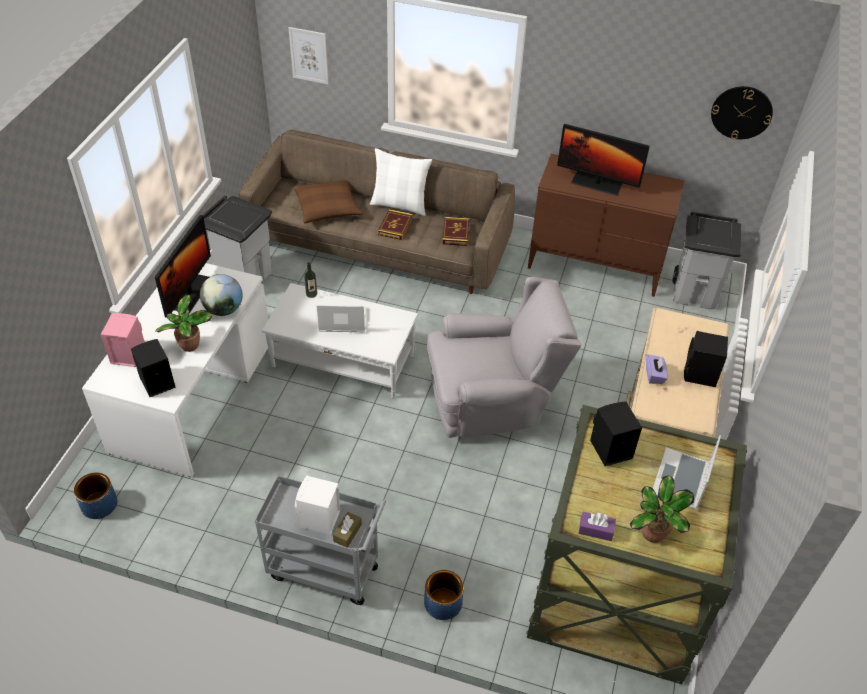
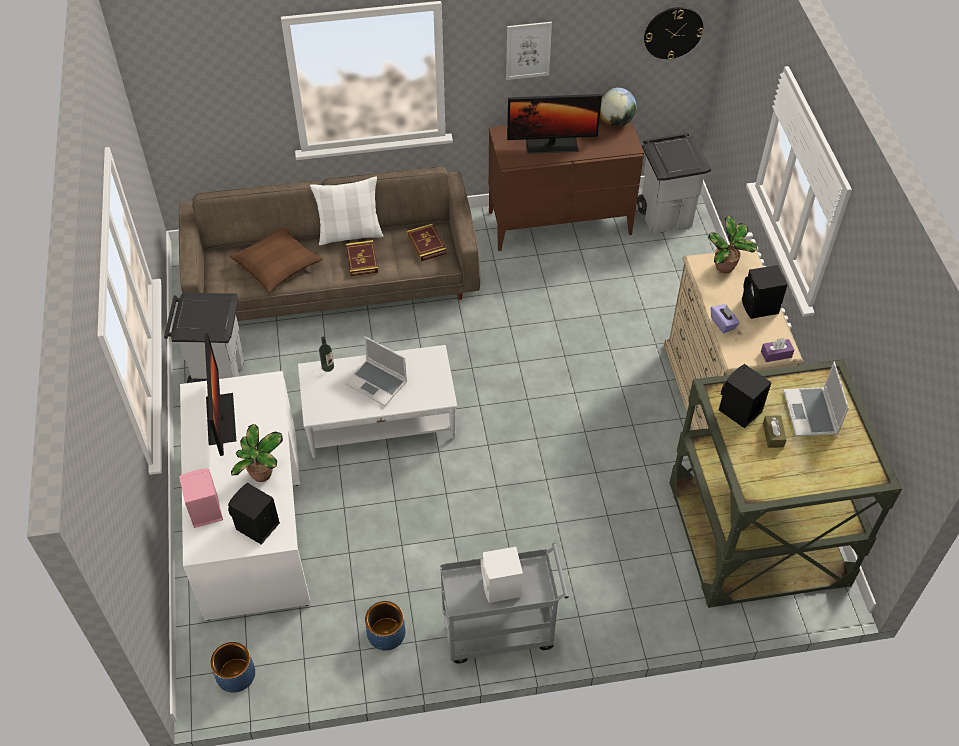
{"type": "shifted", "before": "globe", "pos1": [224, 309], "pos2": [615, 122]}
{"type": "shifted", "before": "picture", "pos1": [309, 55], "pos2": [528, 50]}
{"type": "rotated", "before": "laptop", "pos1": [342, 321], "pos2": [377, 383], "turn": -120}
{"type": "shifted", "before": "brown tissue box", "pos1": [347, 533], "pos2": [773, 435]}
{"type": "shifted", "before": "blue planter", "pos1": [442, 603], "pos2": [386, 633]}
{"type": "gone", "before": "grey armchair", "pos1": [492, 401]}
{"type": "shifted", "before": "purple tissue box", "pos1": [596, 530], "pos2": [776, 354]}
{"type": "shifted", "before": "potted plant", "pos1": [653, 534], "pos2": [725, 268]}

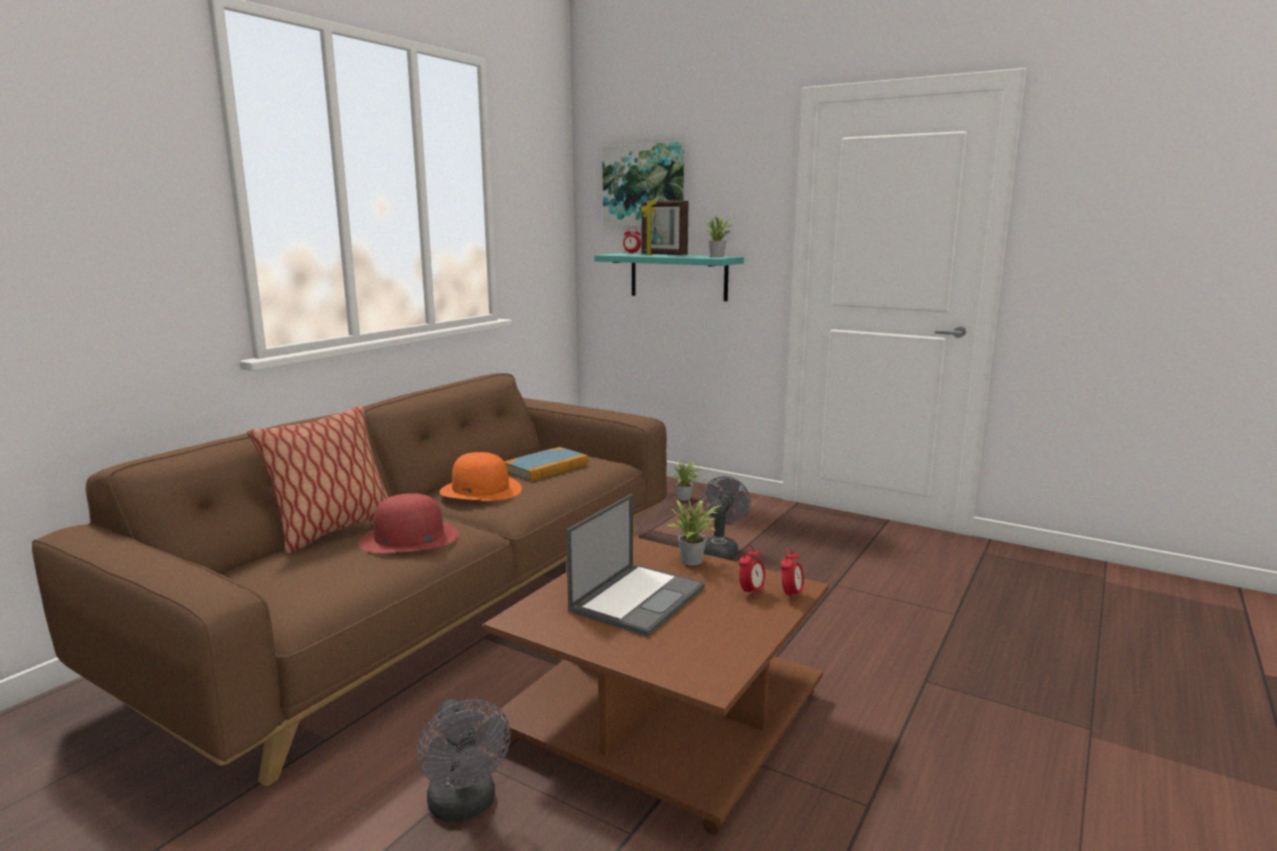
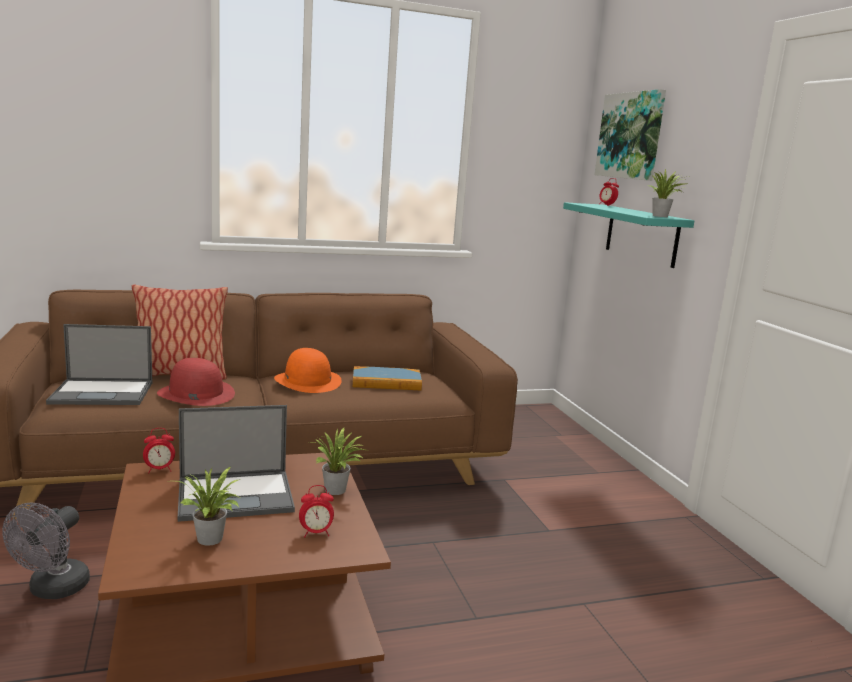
{"type": "gone", "before": "picture frame", "pos1": [663, 255]}
{"type": "shifted", "before": "potted plant", "pos1": [686, 498], "pos2": [210, 540]}
{"type": "gone", "before": "grey fan", "pos1": [720, 550]}
{"type": "shifted", "before": "alarm clock", "pos1": [791, 595], "pos2": [159, 470]}
{"type": "new", "after": "laptop", "pos2": [104, 393]}

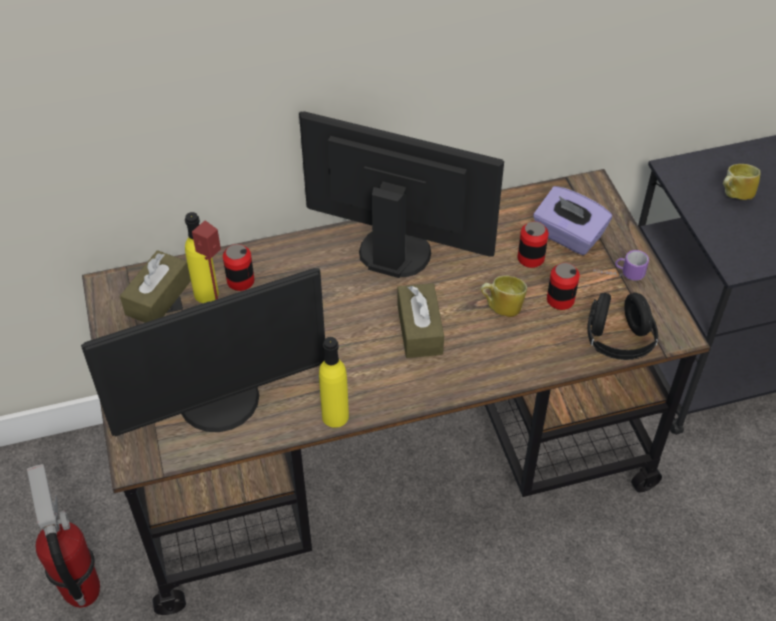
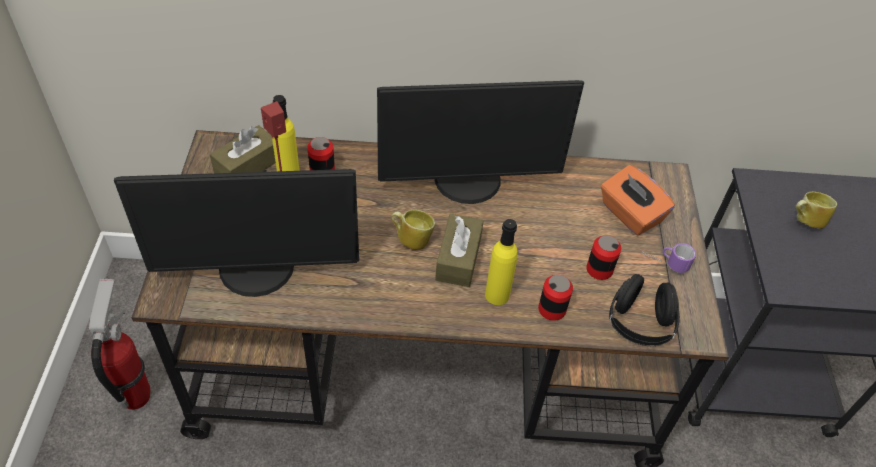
{"type": "rotated", "before": "monitor", "pos1": [396, 249], "pos2": [468, 182], "turn": 135}
{"type": "shifted", "before": "yellow bottle", "pos1": [335, 416], "pos2": [497, 295]}
{"type": "shifted", "before": "mug", "pos1": [501, 307], "pos2": [411, 239]}
{"type": "shifted", "before": "can", "pos1": [530, 258], "pos2": [552, 309]}
{"type": "repainted", "before": "purple tissue box", "after": "orange tissue box", "pos1": [568, 236], "pos2": [630, 214]}

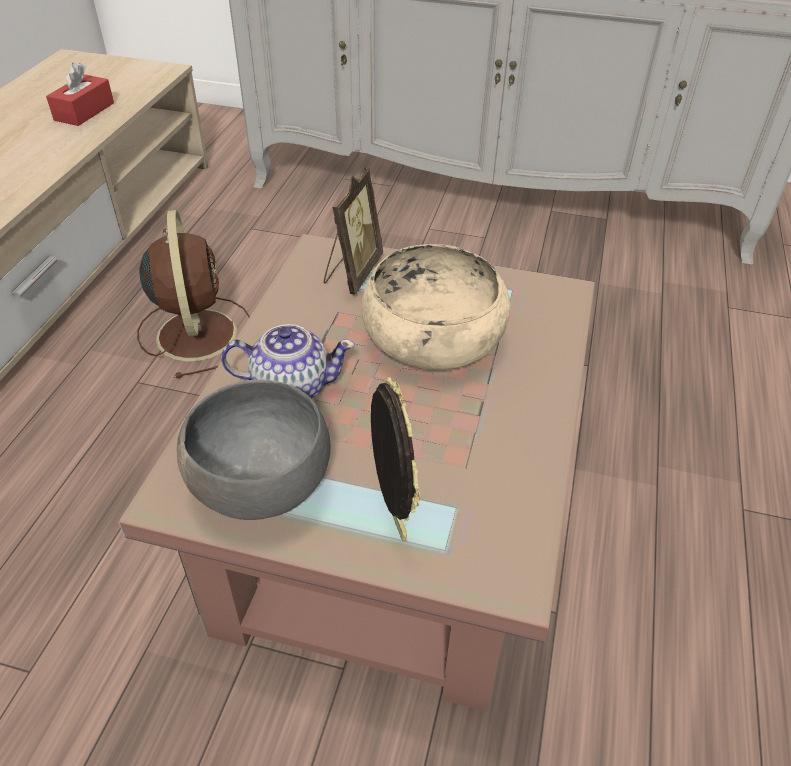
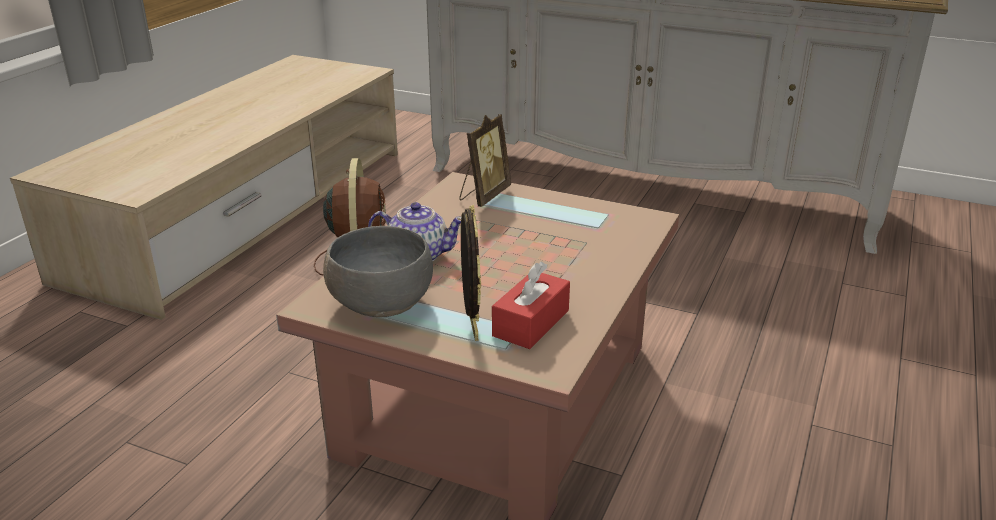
{"type": "shifted", "before": "red tissue box", "pos1": [84, 111], "pos2": [531, 323]}
{"type": "gone", "before": "beige bowl", "pos1": [433, 336]}

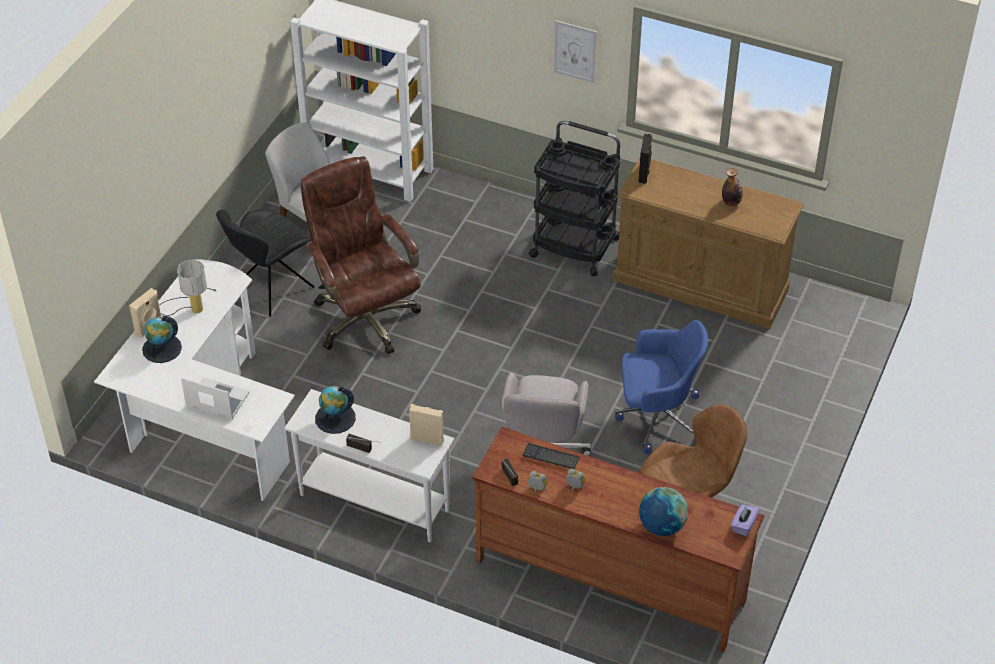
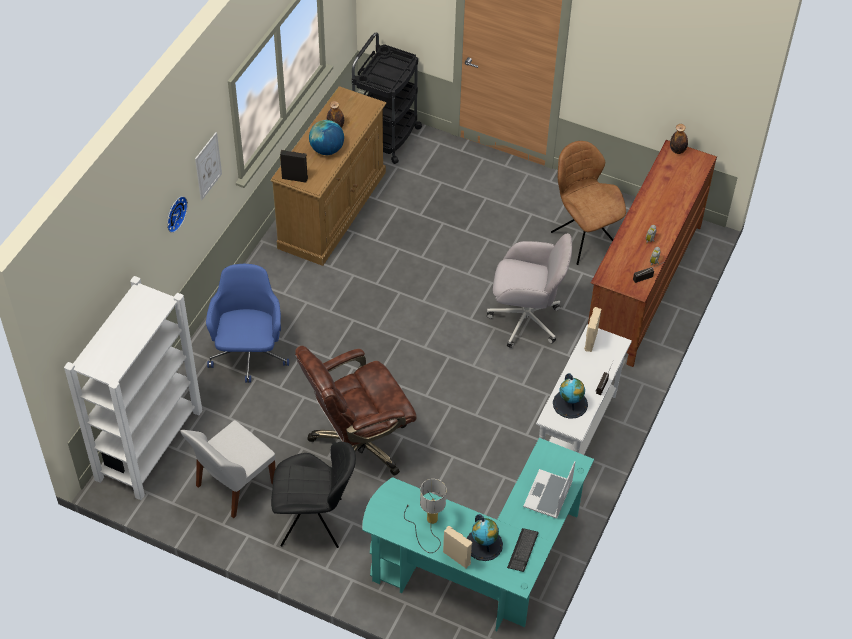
{"type": "repainted", "before": "white desk", "after": "turquoise desk", "pos1": [204, 419], "pos2": [483, 568]}
{"type": "rotated", "before": "black chair", "pos1": [270, 289], "pos2": [314, 522], "turn": -45}
{"type": "shifted", "before": "keyboard", "pos1": [551, 457], "pos2": [522, 550]}
{"type": "shifted", "before": "black cart", "pos1": [573, 247], "pos2": [386, 138]}
{"type": "shifted", "before": "blue office chair", "pos1": [657, 417], "pos2": [249, 354]}
{"type": "shifted", "before": "globe", "pos1": [661, 526], "pos2": [327, 150]}
{"type": "swapped", "before": "purple tissue box", "after": "bottle", "pos1": [743, 525], "pos2": [677, 150]}
{"type": "new", "after": "wall clock", "pos2": [174, 213]}

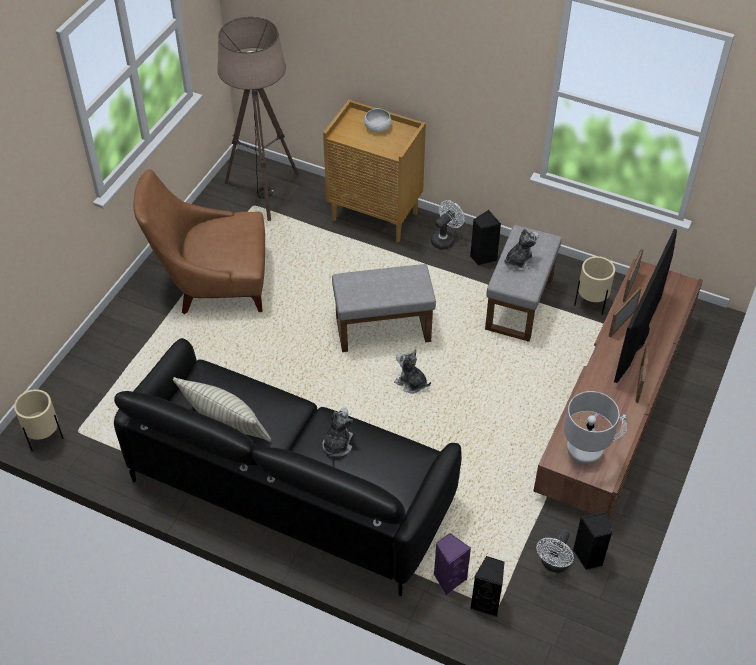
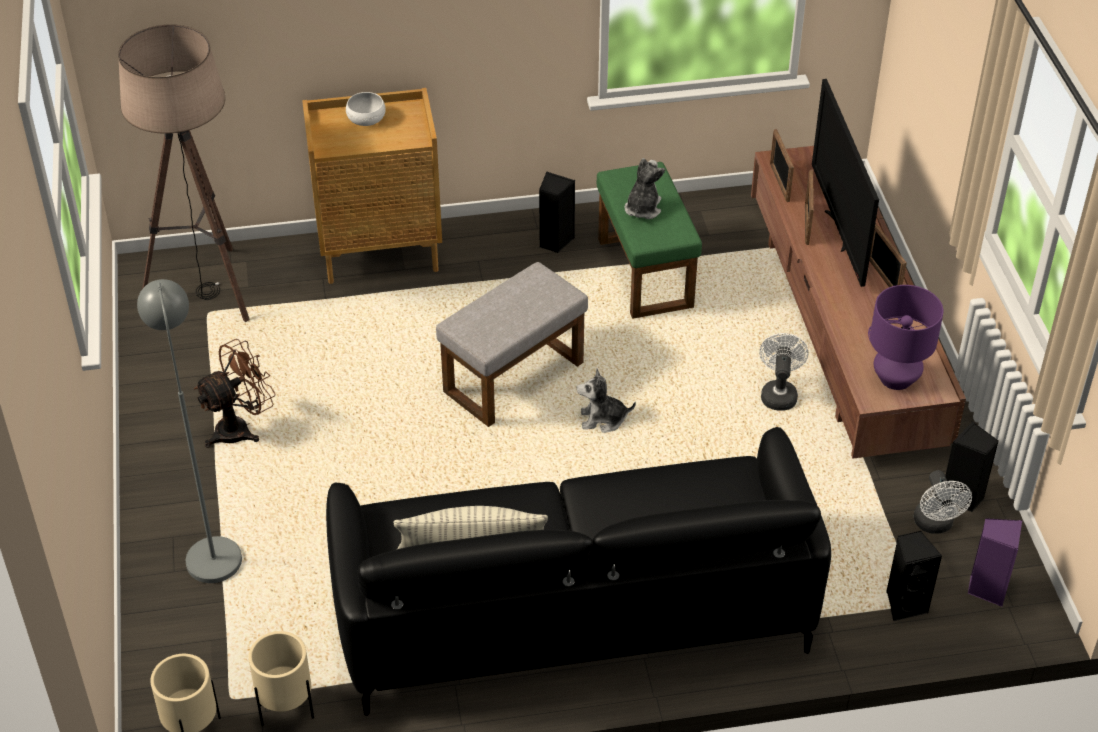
{"type": "swapped", "before": "brown armchair", "after": "brown fan", "pos1": [212, 282], "pos2": [240, 428]}
{"type": "gone", "before": "plush toy", "pos1": [337, 444]}
{"type": "shifted", "before": "white fan", "pos1": [445, 239], "pos2": [778, 393]}
{"type": "shifted", "before": "purple speaker", "pos1": [448, 579], "pos2": [987, 588]}
{"type": "repainted", "before": "grey ottoman", "after": "green ottoman", "pos1": [519, 305], "pos2": [646, 274]}
{"type": "repainted", "before": "grey table lamp", "after": "purple table lamp", "pos1": [593, 443], "pos2": [894, 362]}
{"type": "shifted", "before": "beige planter", "pos1": [590, 304], "pos2": [286, 709]}
{"type": "new", "after": "grey floor lamp", "pos2": [211, 549]}

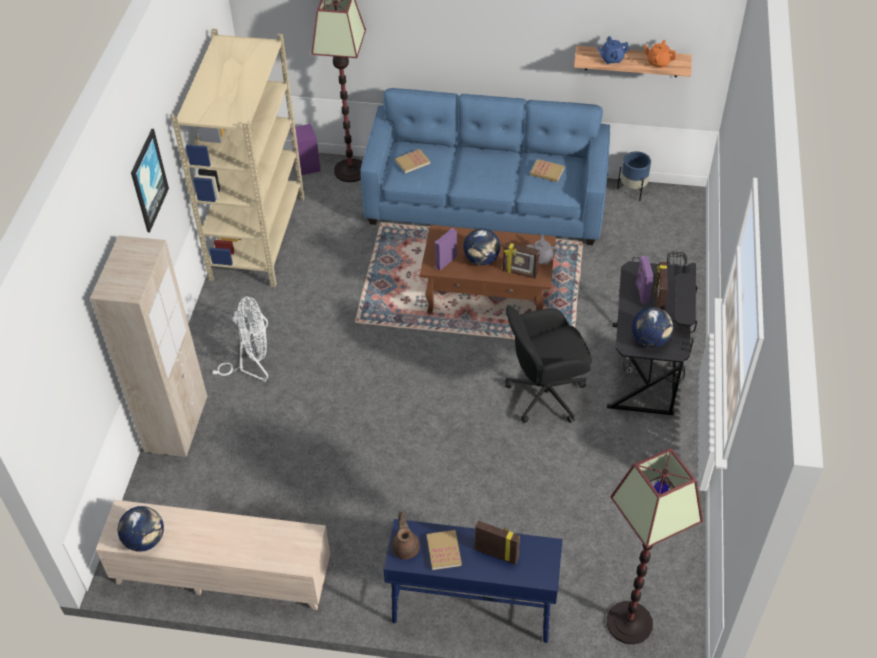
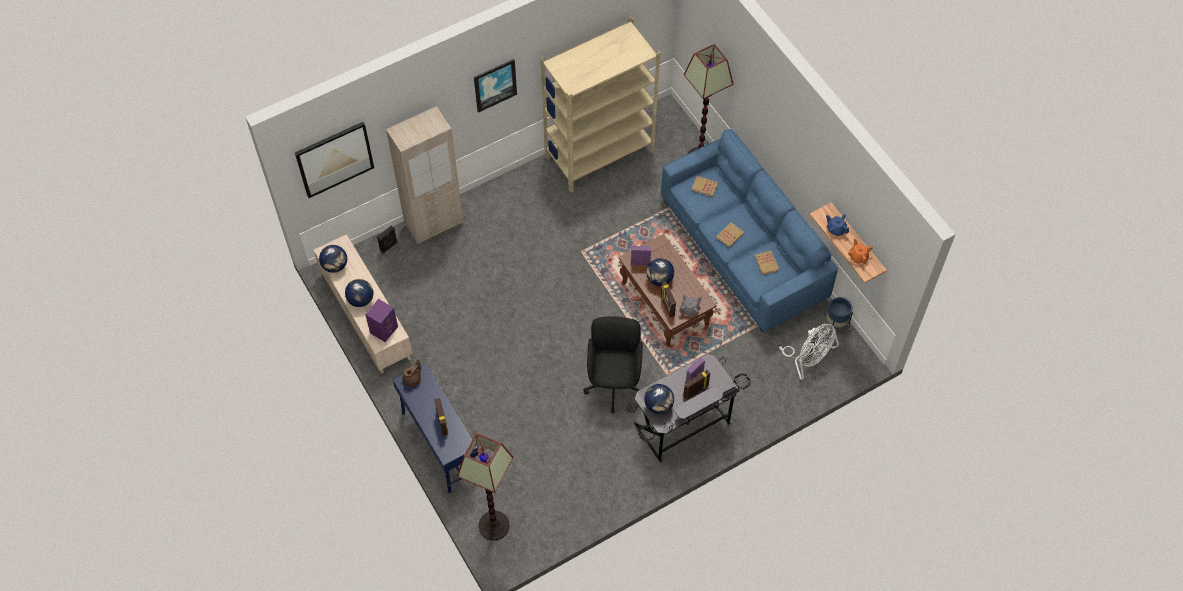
{"type": "shifted", "before": "white fan", "pos1": [250, 358], "pos2": [808, 358]}
{"type": "shifted", "before": "purple speaker", "pos1": [306, 165], "pos2": [384, 329]}
{"type": "shifted", "before": "book", "pos1": [444, 551], "pos2": [730, 235]}
{"type": "rotated", "before": "black office chair", "pos1": [544, 395], "pos2": [614, 385], "turn": 60}
{"type": "new", "after": "picture", "pos2": [334, 159]}
{"type": "new", "after": "globe", "pos2": [361, 300]}
{"type": "new", "after": "black speaker", "pos2": [389, 247]}

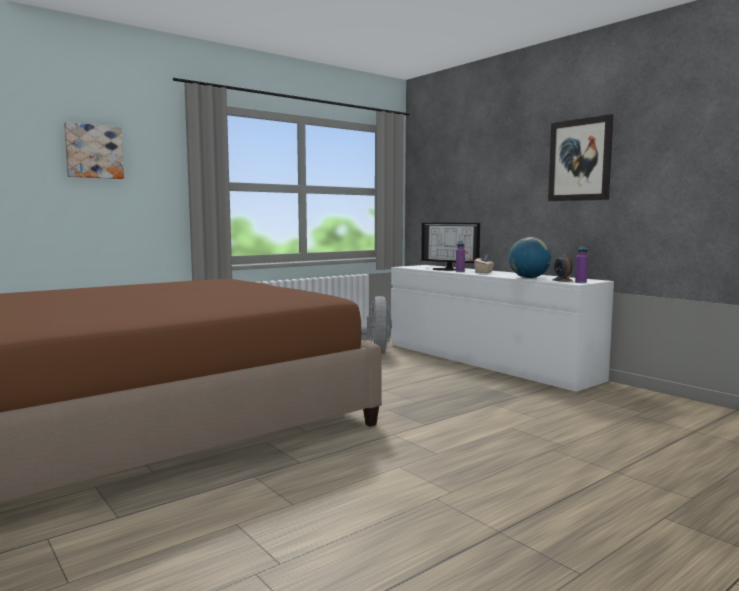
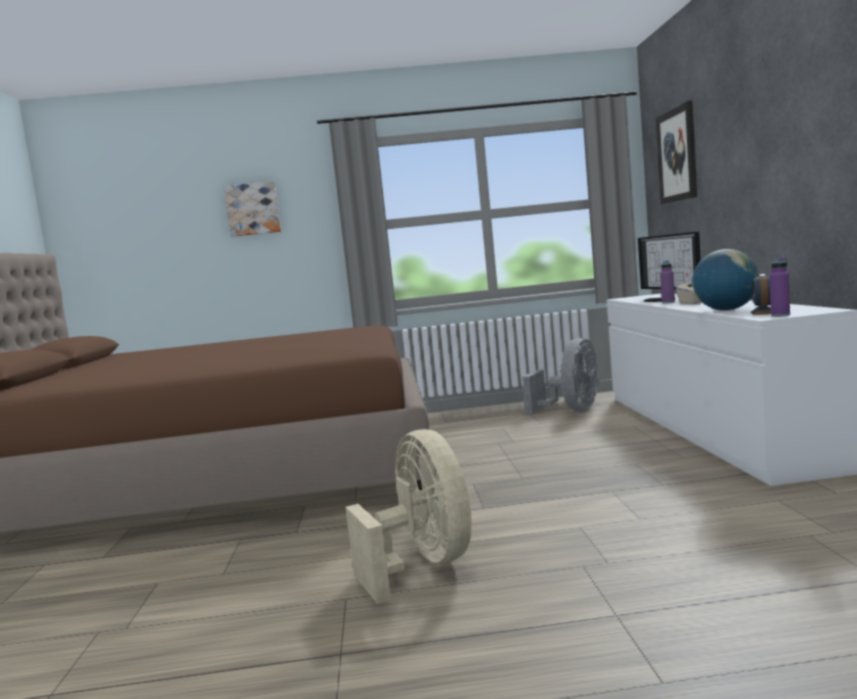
{"type": "shifted", "before": "picture", "pos1": [580, 160], "pos2": [677, 155]}
{"type": "new", "after": "beige fan", "pos2": [423, 564]}

